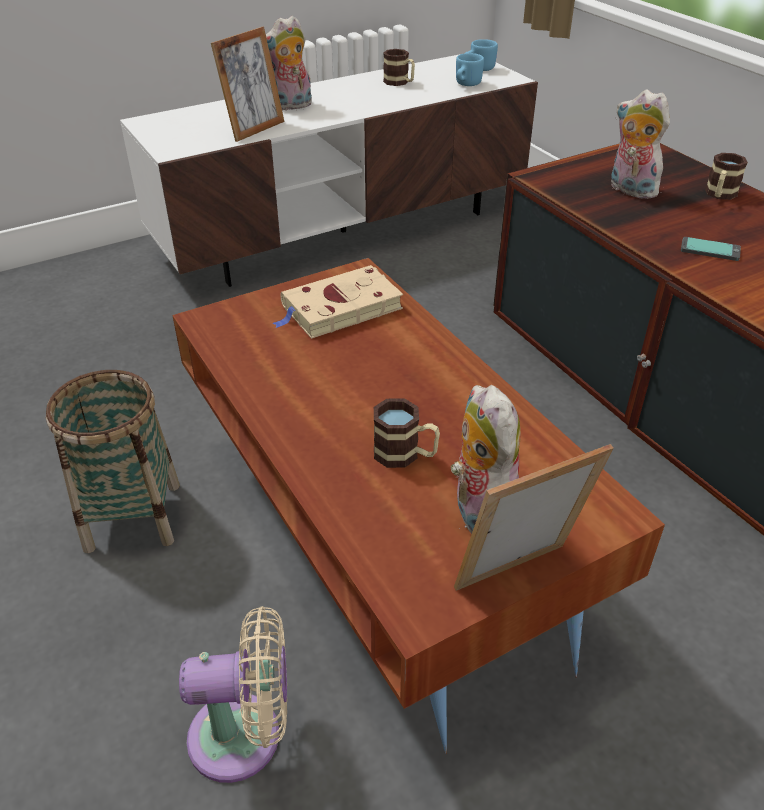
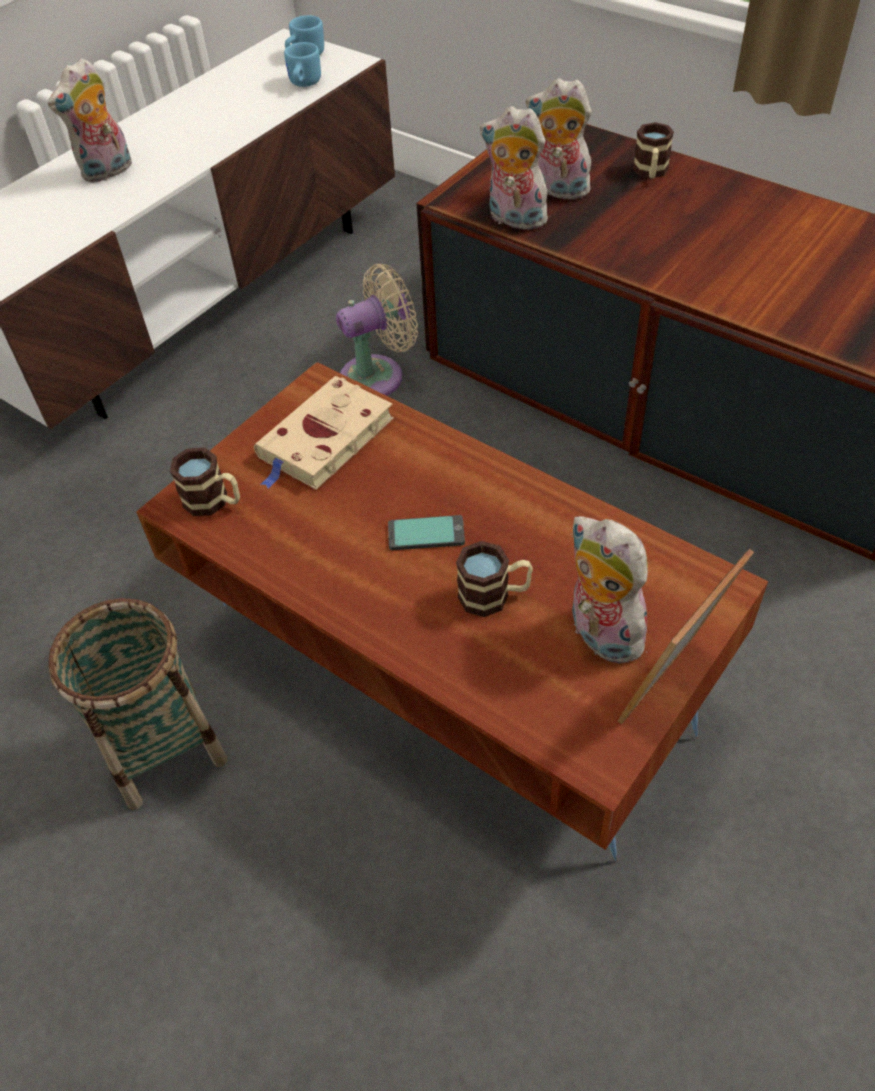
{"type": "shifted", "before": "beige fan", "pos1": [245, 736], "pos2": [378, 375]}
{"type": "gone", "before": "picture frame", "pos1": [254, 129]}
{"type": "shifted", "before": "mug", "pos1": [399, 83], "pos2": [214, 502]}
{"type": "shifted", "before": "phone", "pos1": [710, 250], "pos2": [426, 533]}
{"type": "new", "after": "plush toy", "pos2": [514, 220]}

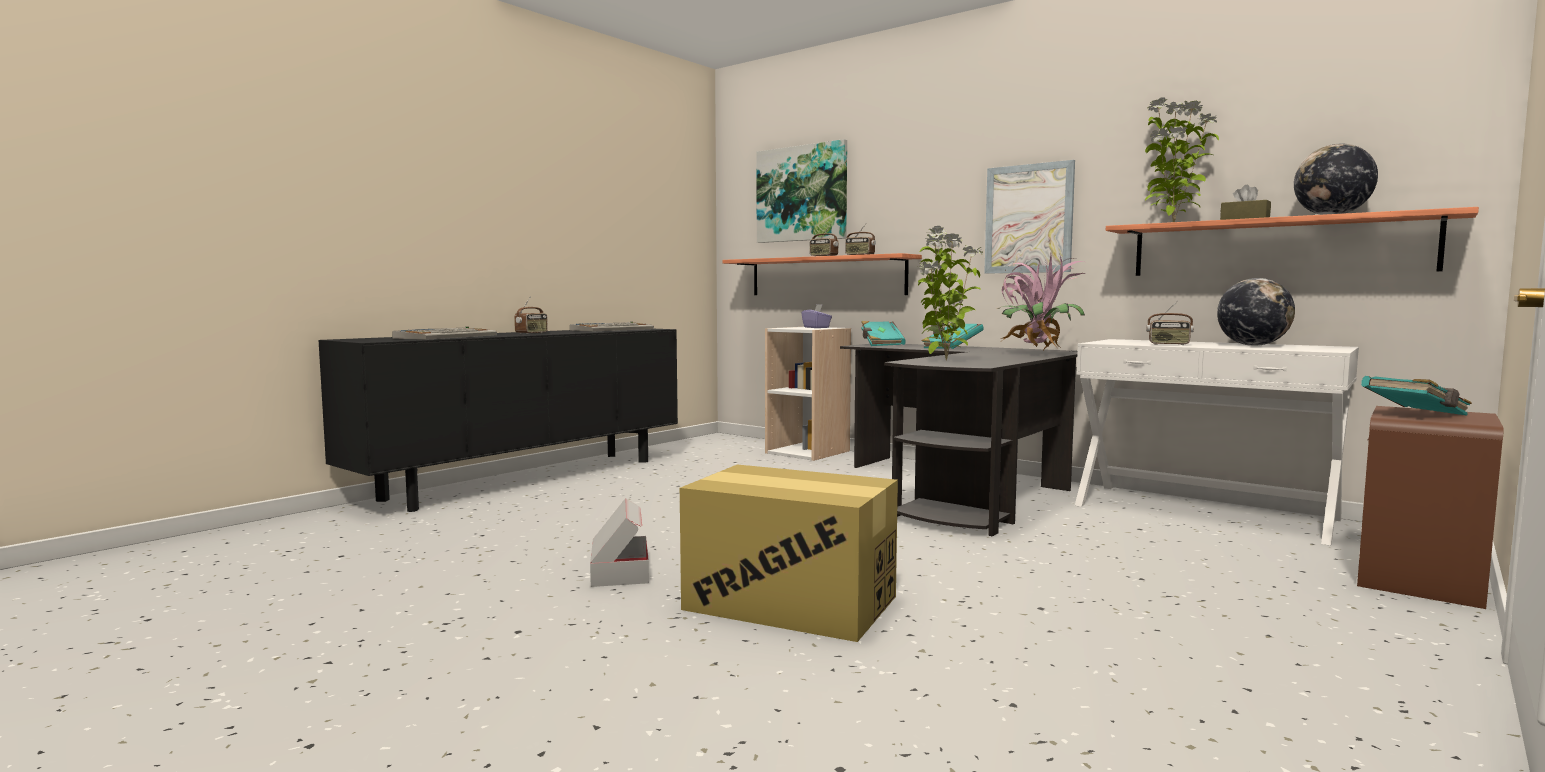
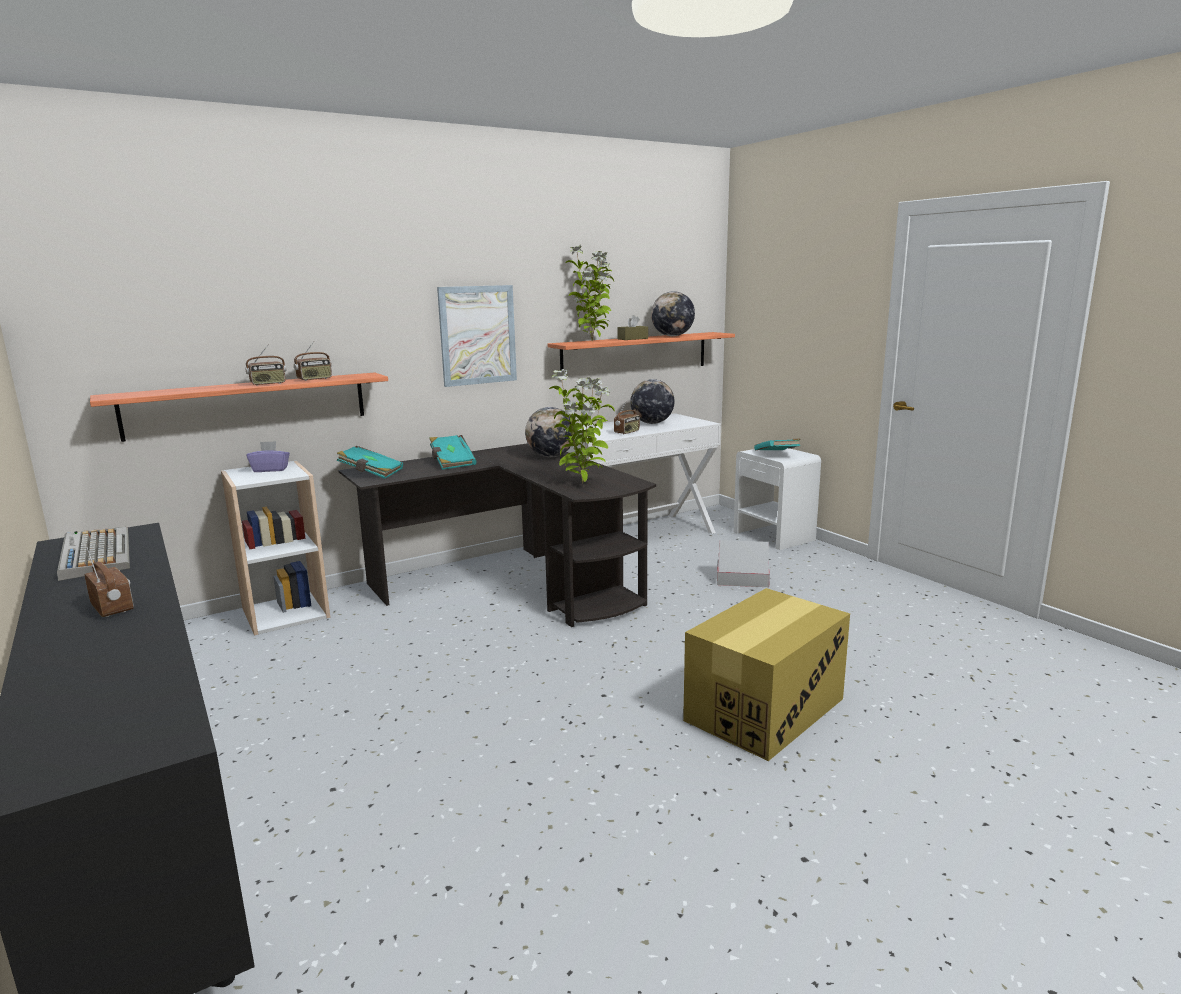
{"type": "gone", "before": "keyboard", "pos1": [447, 336]}
{"type": "shifted", "before": "cardboard box", "pos1": [619, 571], "pos2": [742, 579]}
{"type": "gone", "before": "picture", "pos1": [802, 193]}
{"type": "swapped", "before": "potted plant", "after": "globe", "pos1": [1035, 354], "pos2": [551, 456]}
{"type": "repainted", "before": "brown nightstand", "after": "white nightstand", "pos1": [1419, 579], "pos2": [774, 536]}

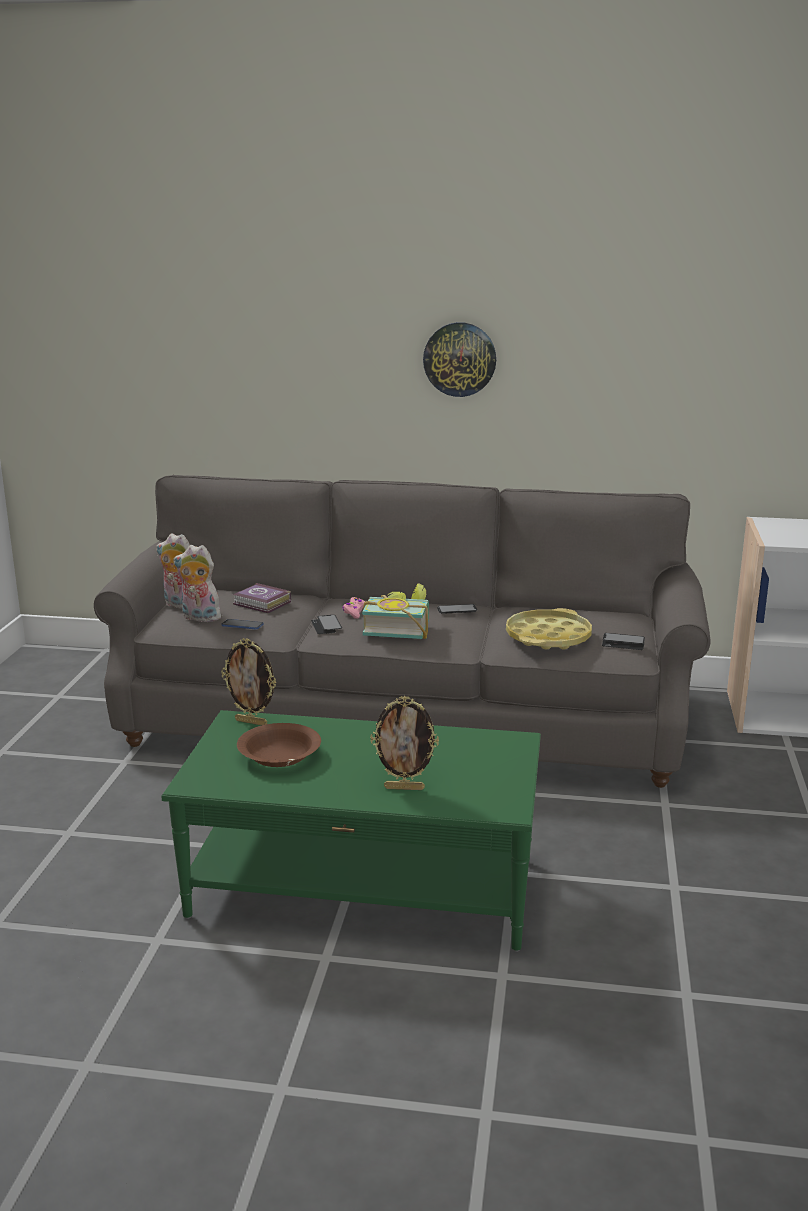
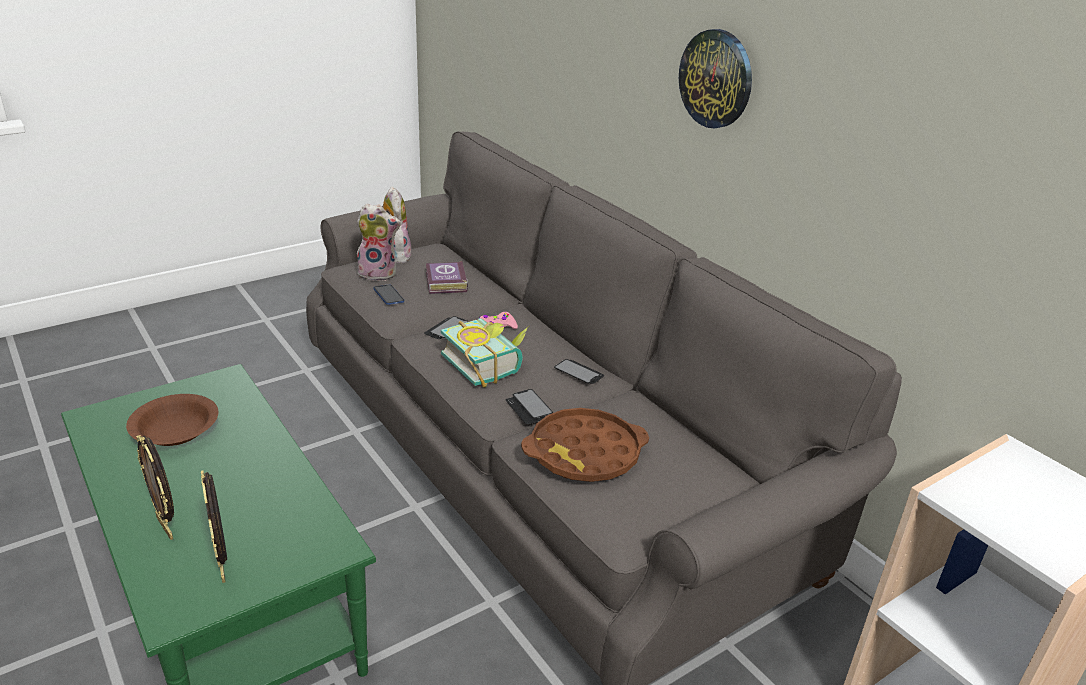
{"type": "rotated", "before": "plush toy", "pos1": [199, 618], "pos2": [379, 273], "turn": 120}
{"type": "shifted", "before": "picture frame", "pos1": [252, 722], "pos2": [224, 567]}
{"type": "repainted", "before": "yellow tray", "after": "brown tray", "pos1": [548, 637], "pos2": [584, 453]}
{"type": "shifted", "before": "phone", "pos1": [623, 643], "pos2": [528, 408]}

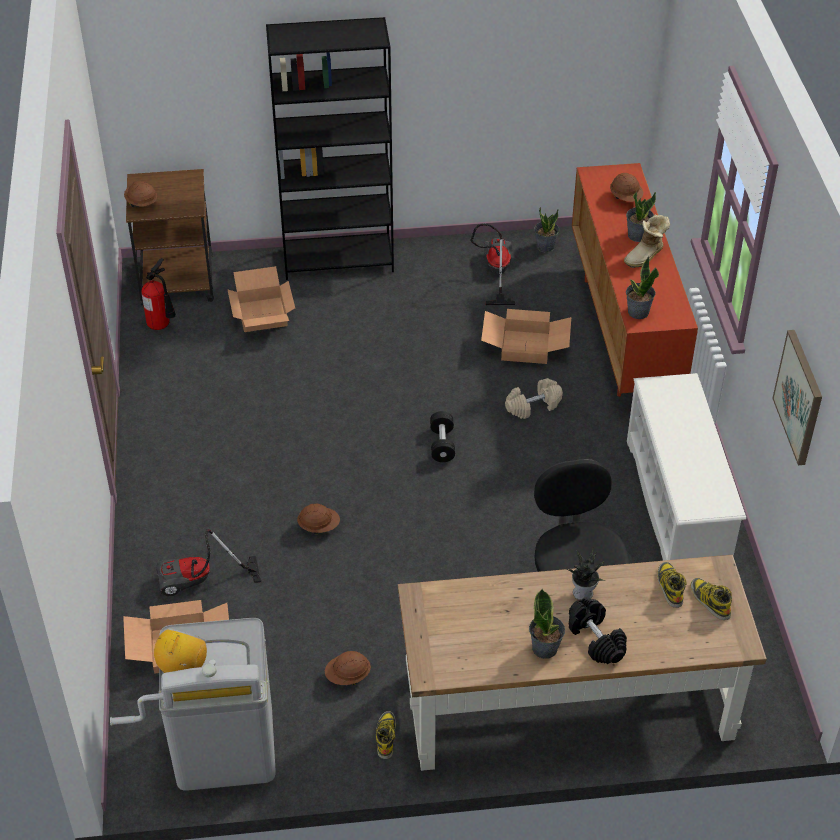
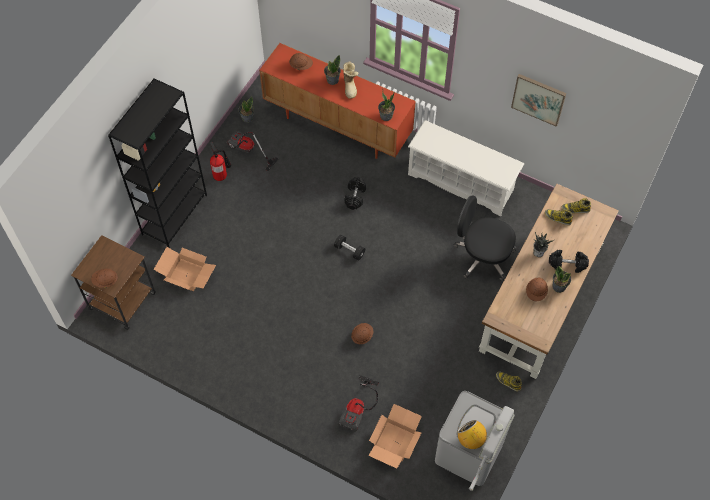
{"type": "shifted", "before": "fire extinguisher", "pos1": [162, 325], "pos2": [221, 175]}
{"type": "shifted", "before": "brown hard hat", "pos1": [348, 676], "pos2": [536, 293]}
{"type": "gone", "before": "cardboard box", "pos1": [526, 346]}
{"type": "repainted", "before": "beige dumbbell", "after": "black dumbbell", "pos1": [533, 406], "pos2": [355, 197]}

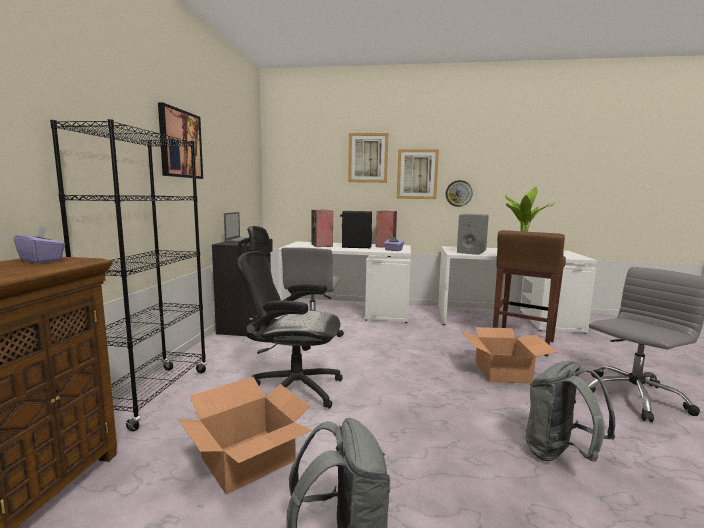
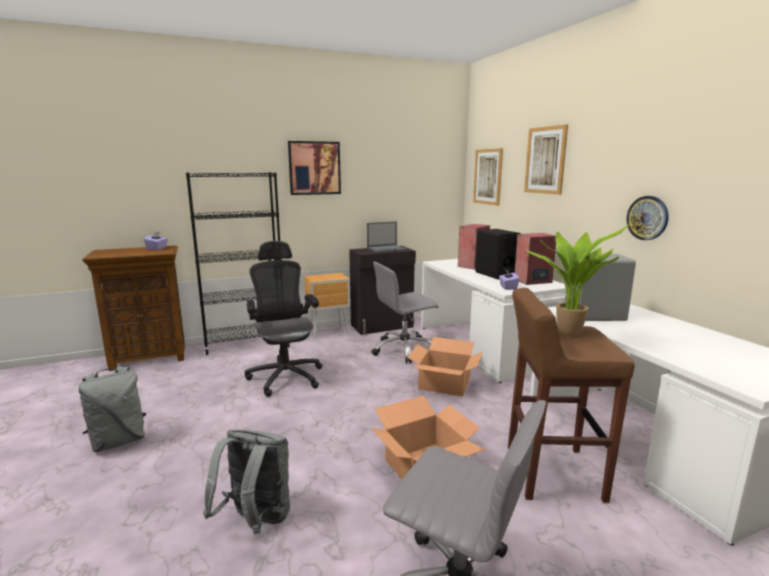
{"type": "shifted", "before": "cardboard box", "pos1": [249, 459], "pos2": [444, 384]}
{"type": "shifted", "before": "picture", "pos1": [417, 174], "pos2": [487, 176]}
{"type": "new", "after": "brown nightstand", "pos2": [329, 332]}

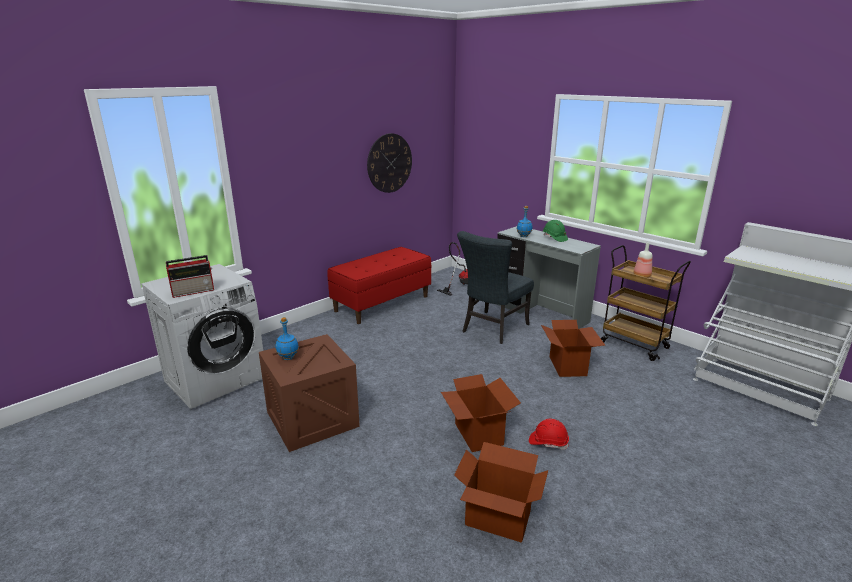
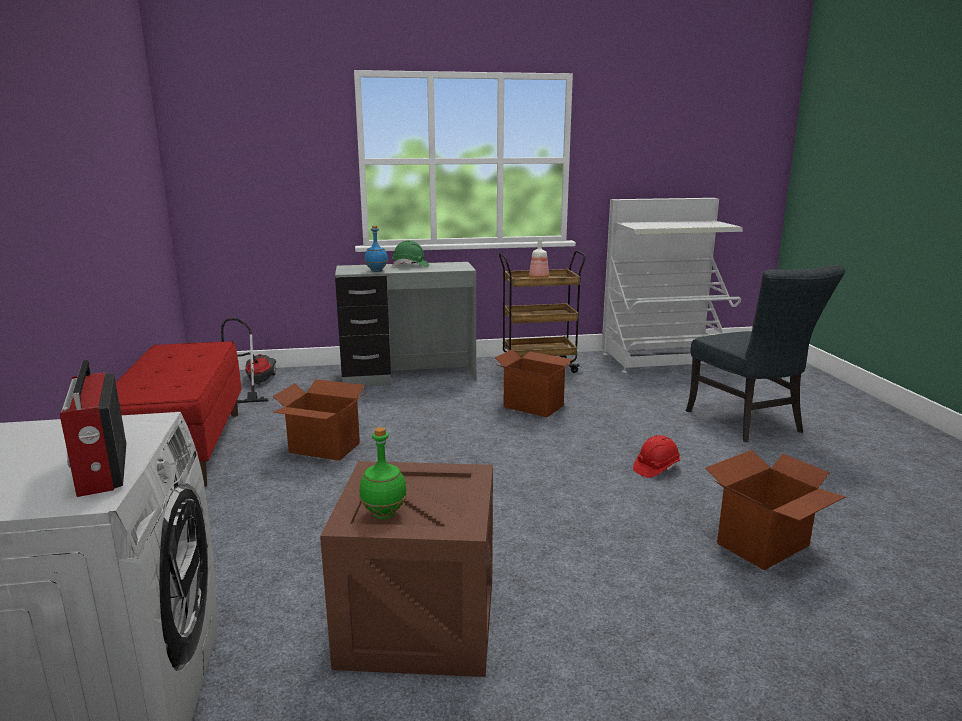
{"type": "rotated", "before": "radio", "pos1": [194, 291], "pos2": [101, 470], "turn": 150}
{"type": "repainted", "before": "blue bottle", "after": "green bottle", "pos1": [288, 357], "pos2": [383, 514]}
{"type": "gone", "before": "wall clock", "pos1": [389, 163]}
{"type": "shifted", "before": "cardboard box", "pos1": [478, 434], "pos2": [324, 448]}
{"type": "shifted", "before": "grey chair", "pos1": [492, 329], "pos2": [749, 423]}

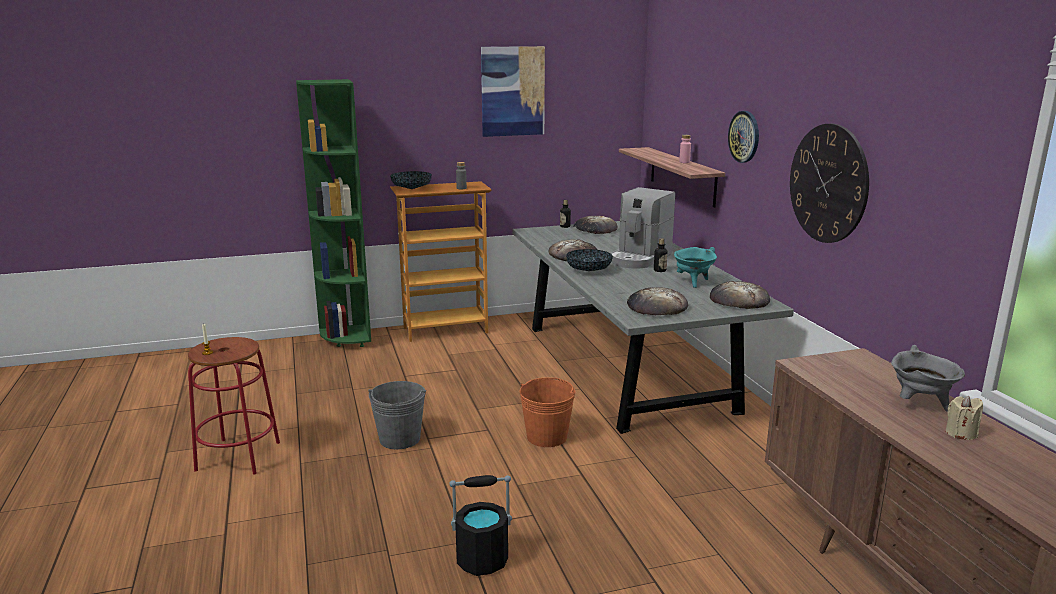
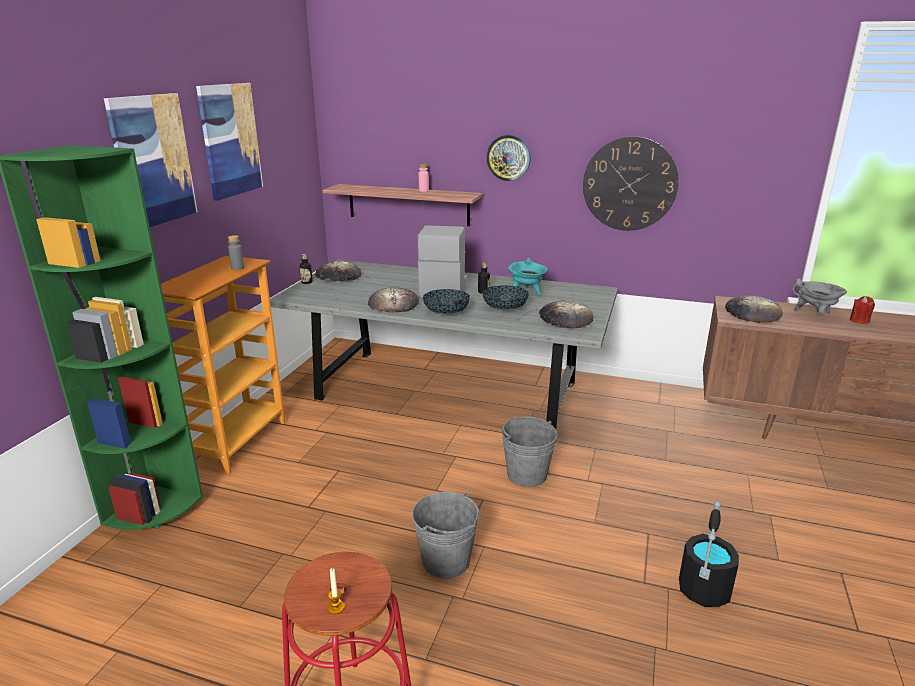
{"type": "shifted", "before": "bowl", "pos1": [411, 189], "pos2": [504, 308]}
{"type": "repainted", "before": "orange bucket", "after": "grey bucket", "pos1": [547, 437], "pos2": [527, 474]}
{"type": "rotated", "before": "coffee machine", "pos1": [639, 258], "pos2": [444, 288], "turn": -150}
{"type": "shifted", "before": "bread", "pos1": [739, 300], "pos2": [752, 313]}
{"type": "repainted", "before": "beige candle", "after": "red candle", "pos1": [961, 433], "pos2": [859, 321]}
{"type": "new", "after": "picture", "pos2": [153, 160]}

